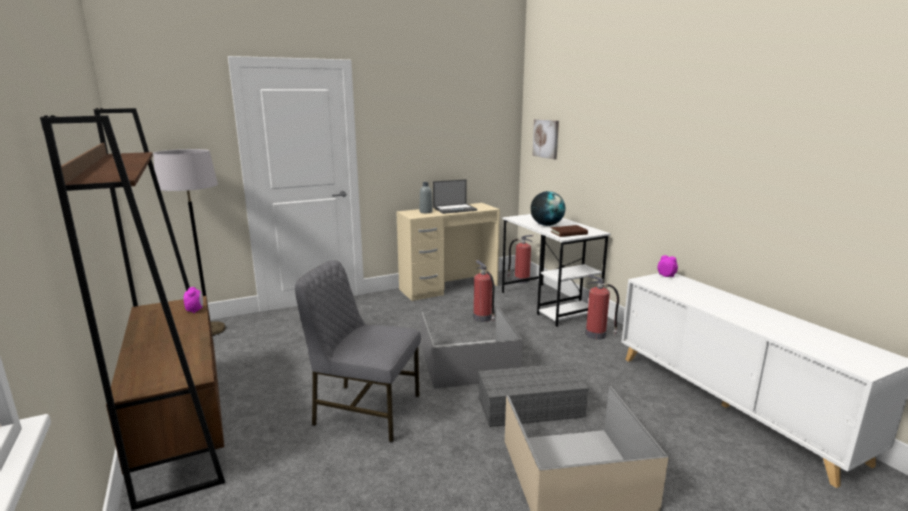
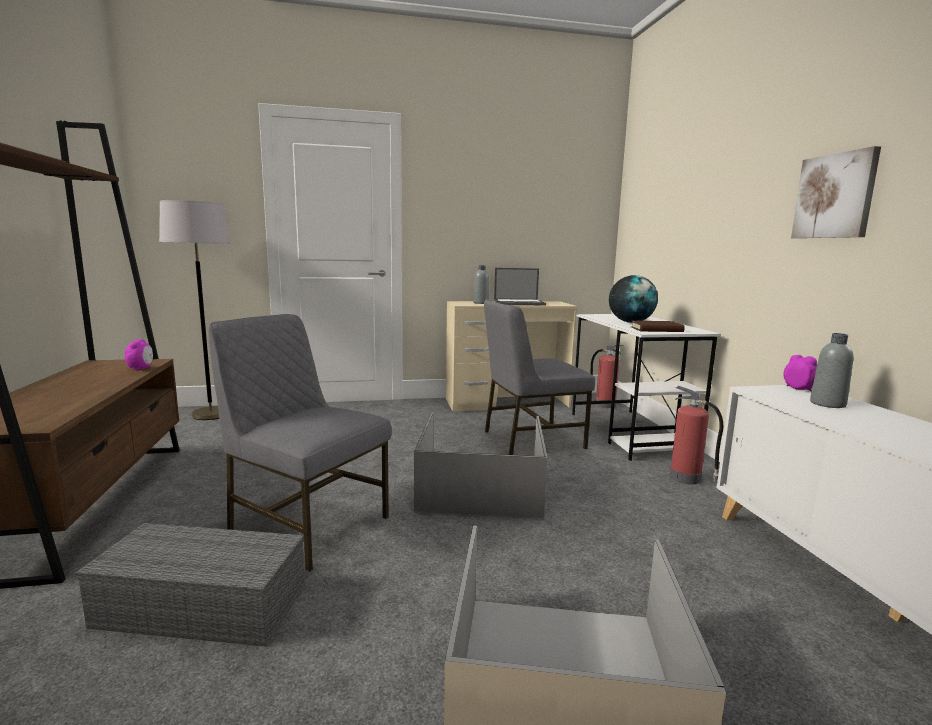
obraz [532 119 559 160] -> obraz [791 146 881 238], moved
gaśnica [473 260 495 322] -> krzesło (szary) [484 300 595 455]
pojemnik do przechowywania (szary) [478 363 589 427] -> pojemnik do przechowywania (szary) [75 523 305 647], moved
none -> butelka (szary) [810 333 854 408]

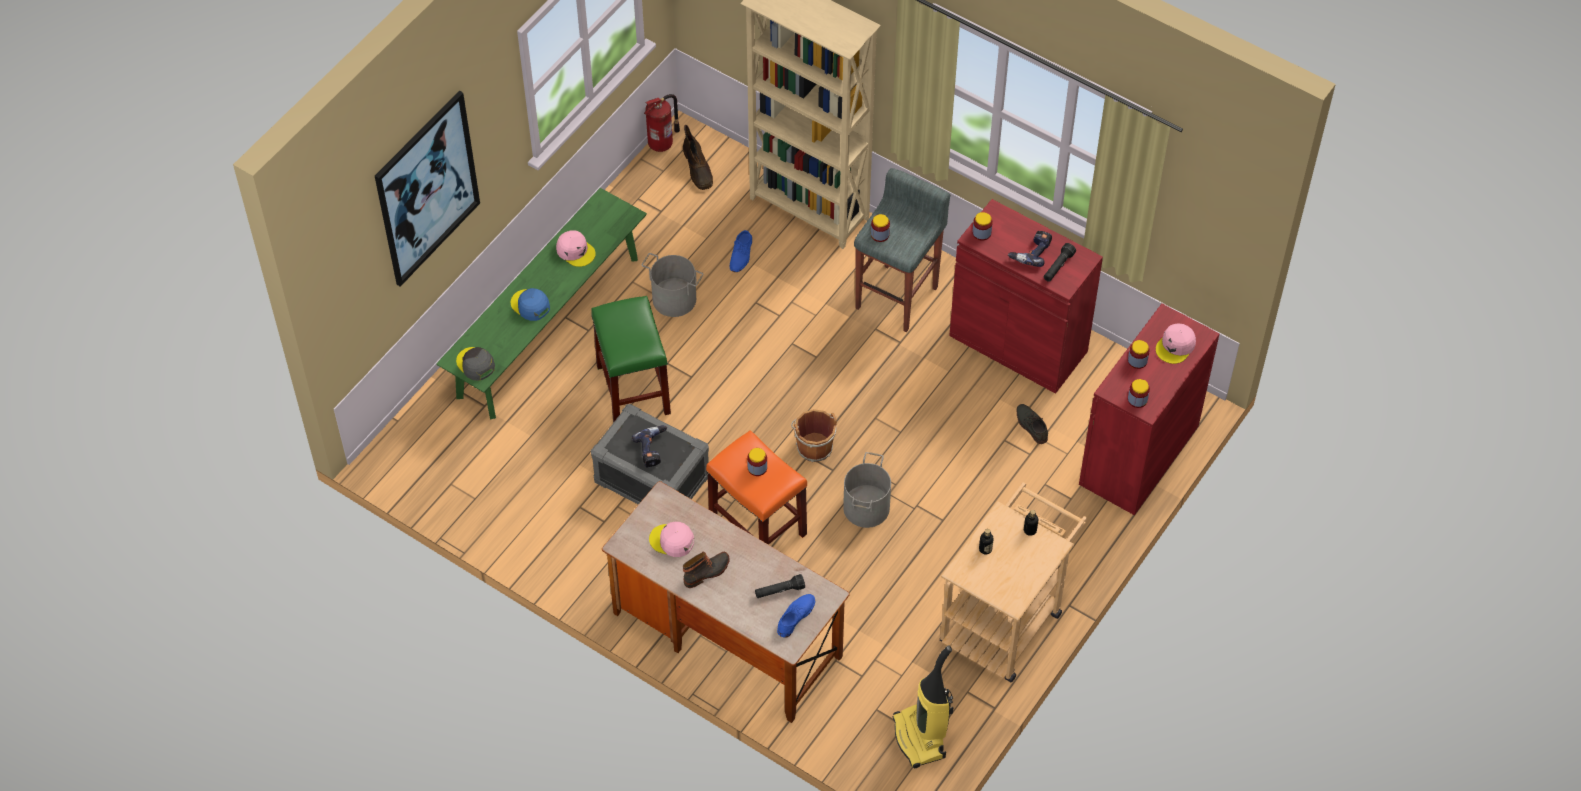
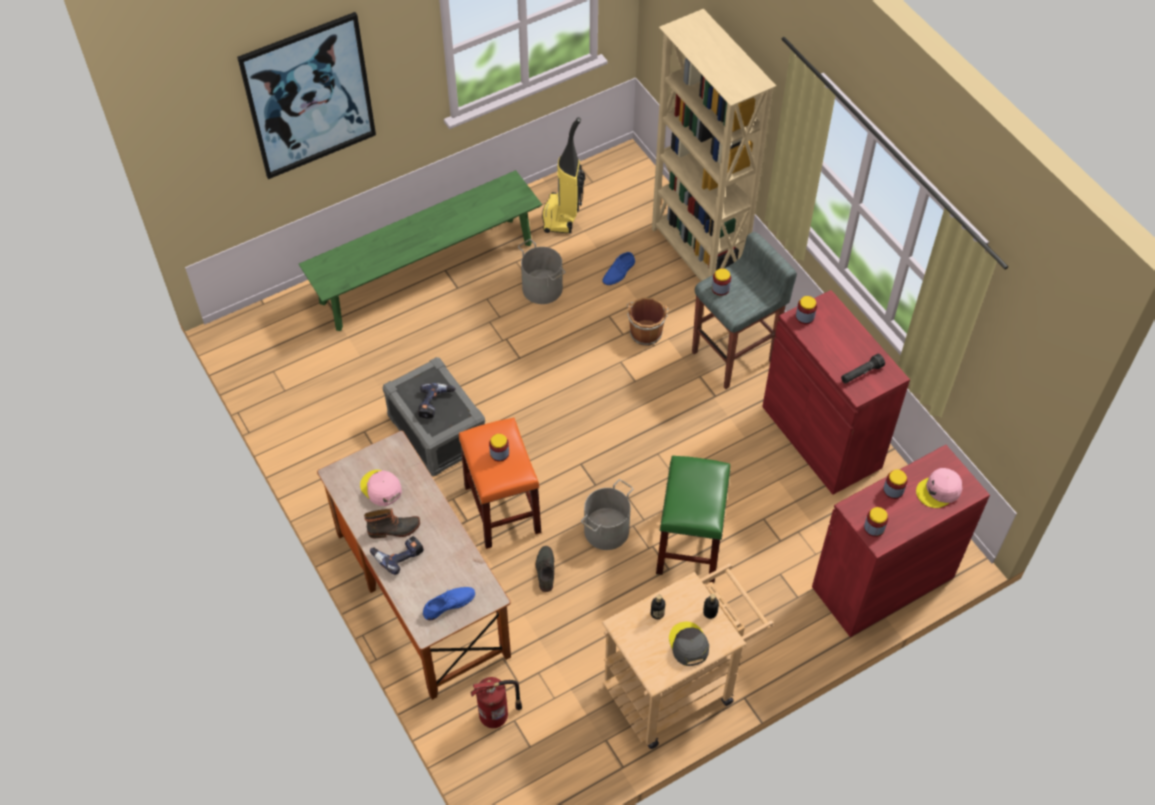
gaśnica [644 94 680 152] -> gaśnica [470 677 522 728], moved
but z cholewką (brązowy) [683 125 713 190] -> none
czapka z daszkiem (różowy) [556 230 596 267] -> none
wiertarka [1008 231 1052 267] -> wiertarka [370 536 424 575], moved
czapka z daszkiem (niebieski) [511 288 550 321] -> none
stołek (zielony) [591 296 671 423] -> stołek (zielony) [656 455 730 582], moved
czapka z daszkiem (szary) [456 347 495 381] -> czapka z daszkiem (szary) [669 622 709 666], moved
but (szary) [1016 404 1048 444] -> but (szary) [536 546 555 592], moved
wiadro (brązowy) [791 409 837 462] -> wiadro (brązowy) [627 297 669 346], moved
latarka (czarny) [755 574 805 598] -> none
odkurzacz [893 645 954 768] -> odkurzacz [542 117 585 233], moved

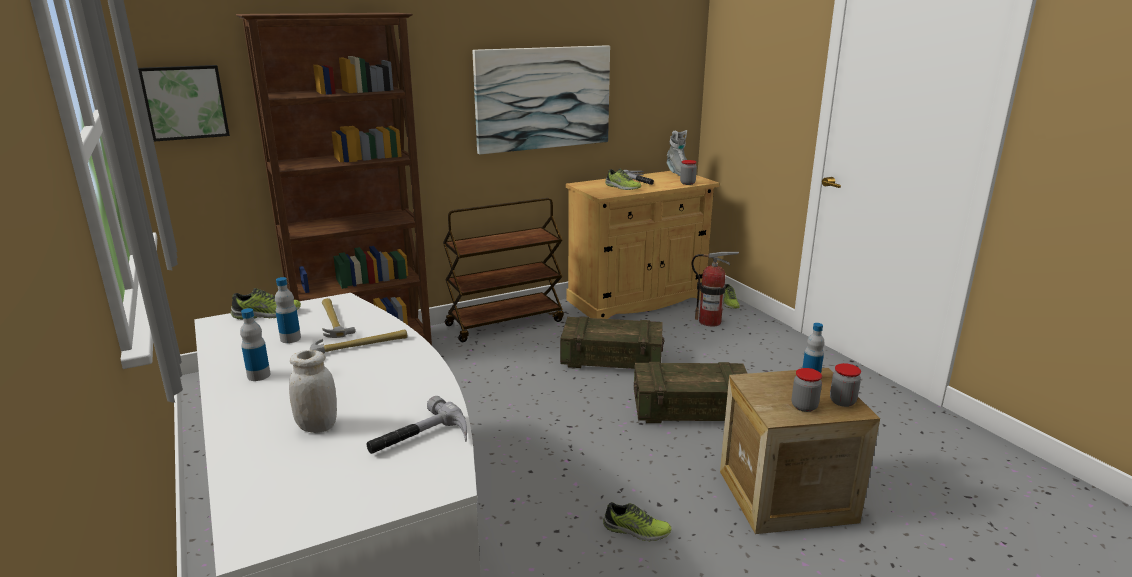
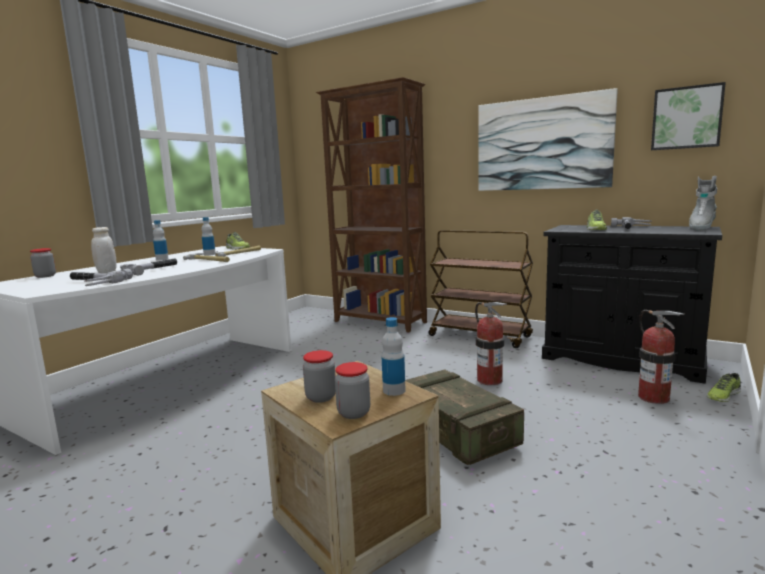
obraz [138 65 230 142] -> obraz [651 82 726 150], moved
słoik [680 160 697 185] -> słoik [30 248 56 278], moved
szafka (beżowy) [566 171 720 319] -> szafka (czarny) [542 225 722 384]
skrzynka [560 316 664 369] -> gaśnica [475 302 507 385]
but [603 502 671 541] -> none
none -> młotek [120 258 177 275]

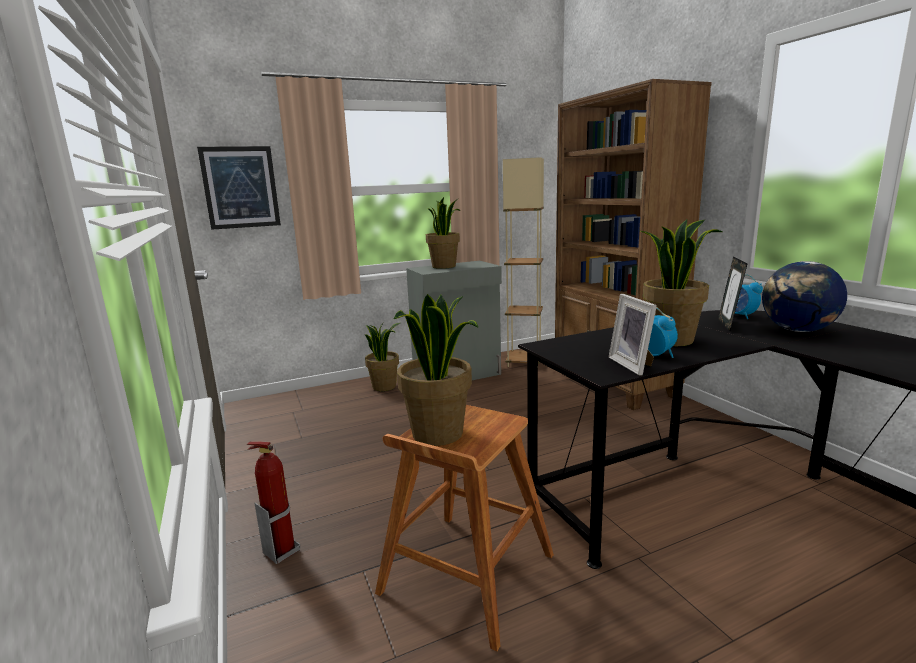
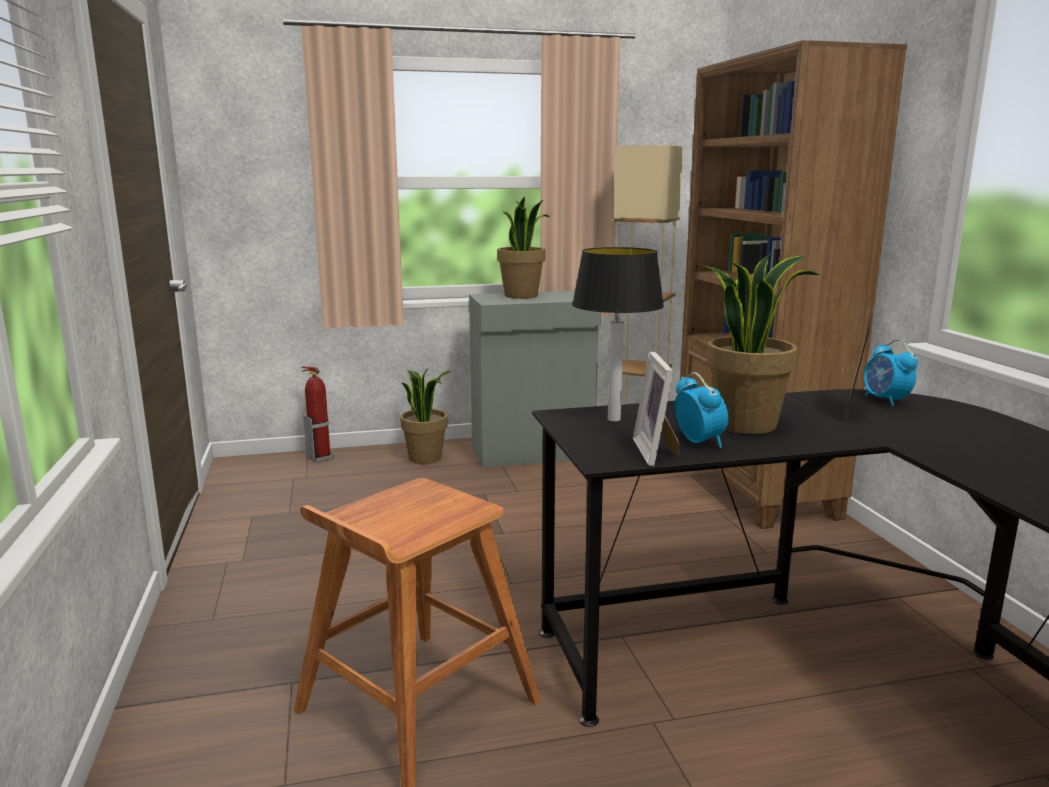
obraz [197 146 281 230] -> none
globus [762 261 847 332] -> none
roślina doniczkowa [394 294 479 446] -> none
gaśnica [247 441 300 564] -> gaśnica [301 366 334 463], moved
none -> lampa stołowa [572 247 664 421]

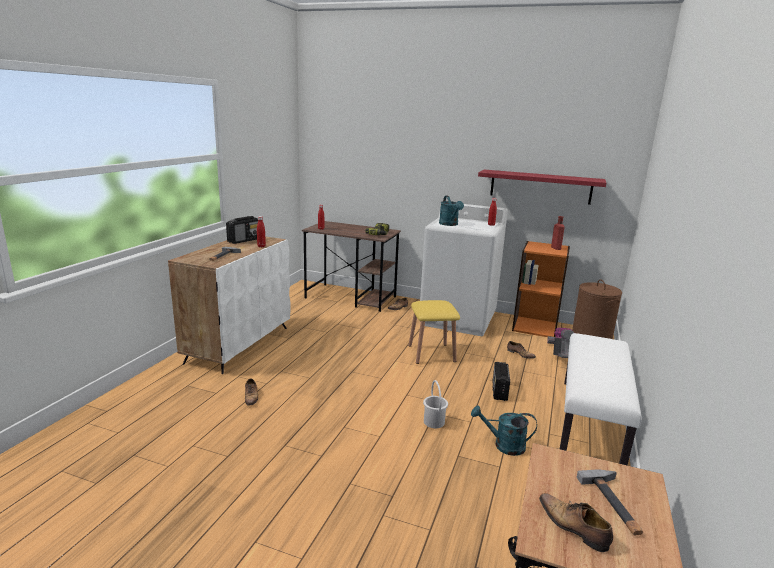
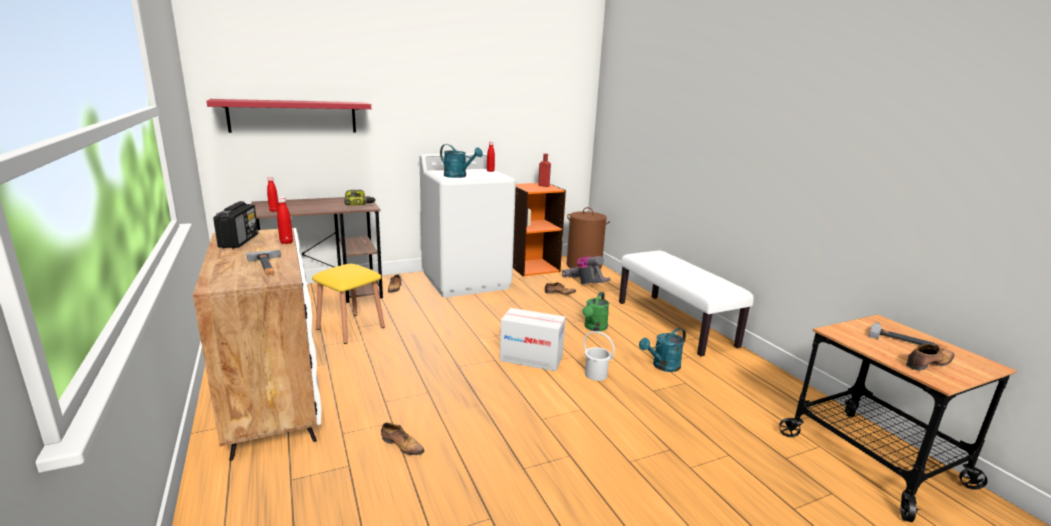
półka (czerwony) [478 170 606 205] -> półka (czerwony) [206 99 371 133], moved
stołek (żółty) [409 300 460 364] -> stołek (żółty) [312 264 385 344], moved
radio [492 362 510 401] -> konewka (zielony) [582 292 609 331]
but [539 493 613 552] -> but [906 344 954 370], 150 degrees clockwise
none -> karton [500 308 566 371]

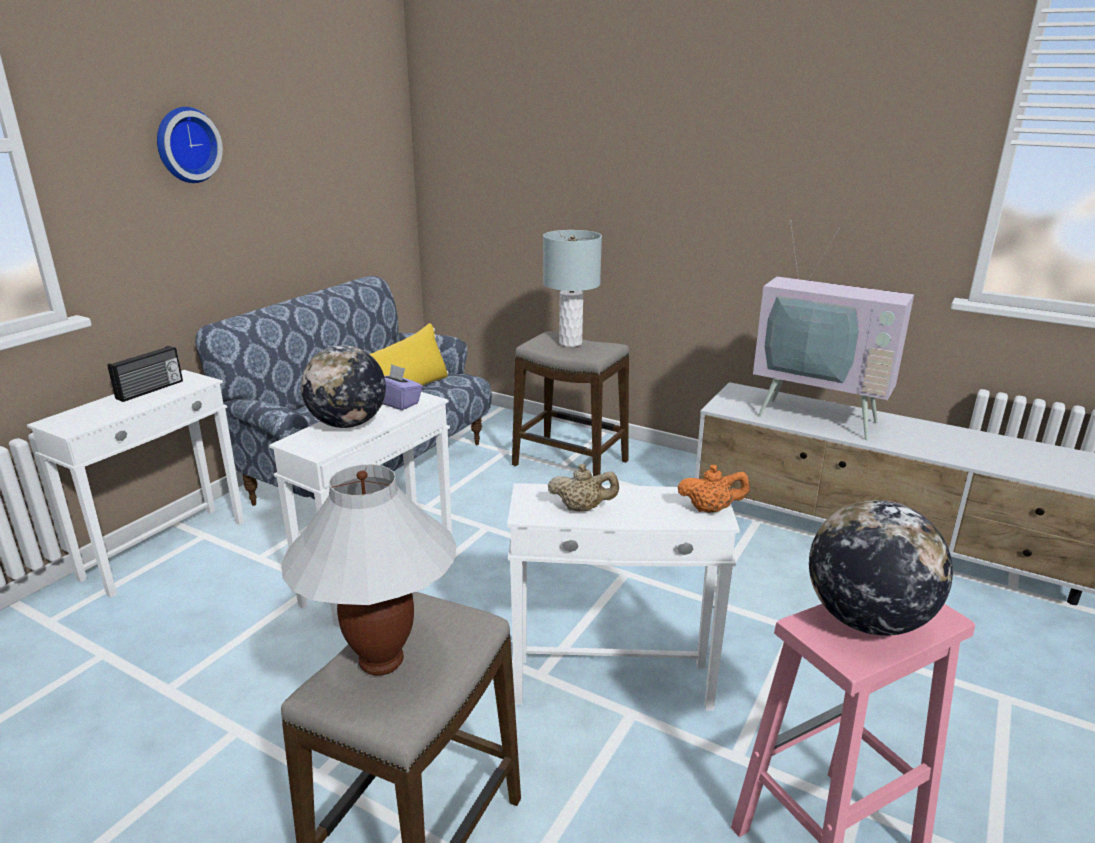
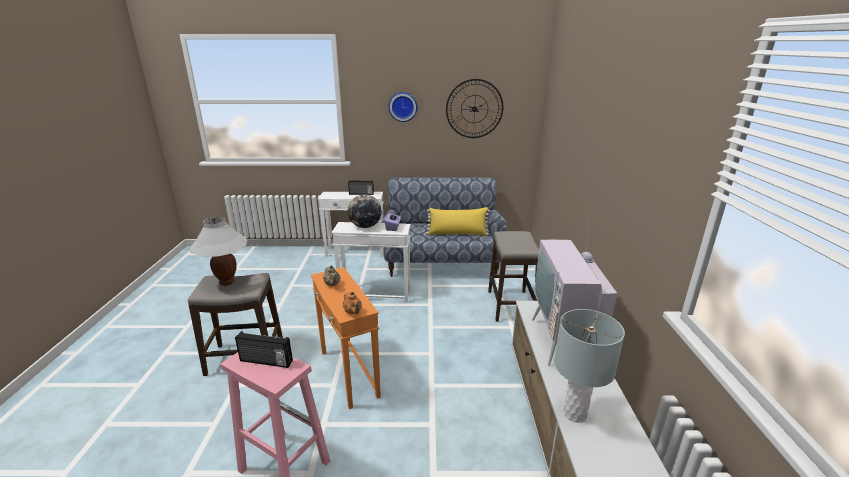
lampa stołowa (szary) [543 230 602 347] -> lampa stołowa (szary) [554 309 625 423], moved
stolik (biały) [507 483 740 711] -> stolik (pomarańczowy) [311 267 381 409]
globus [809 500 953 636] -> radio [235 331 293 368]
none -> zegar ścienny [446 79 503 138]

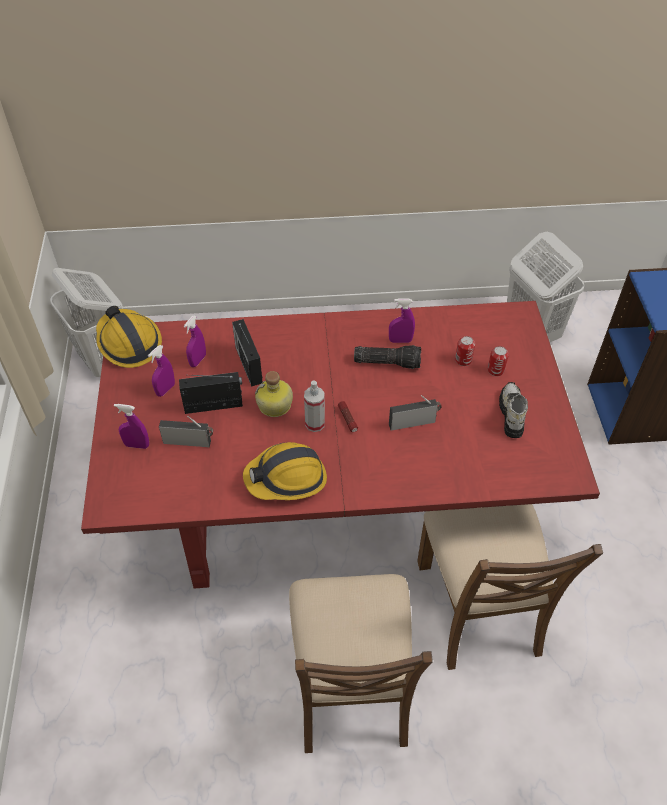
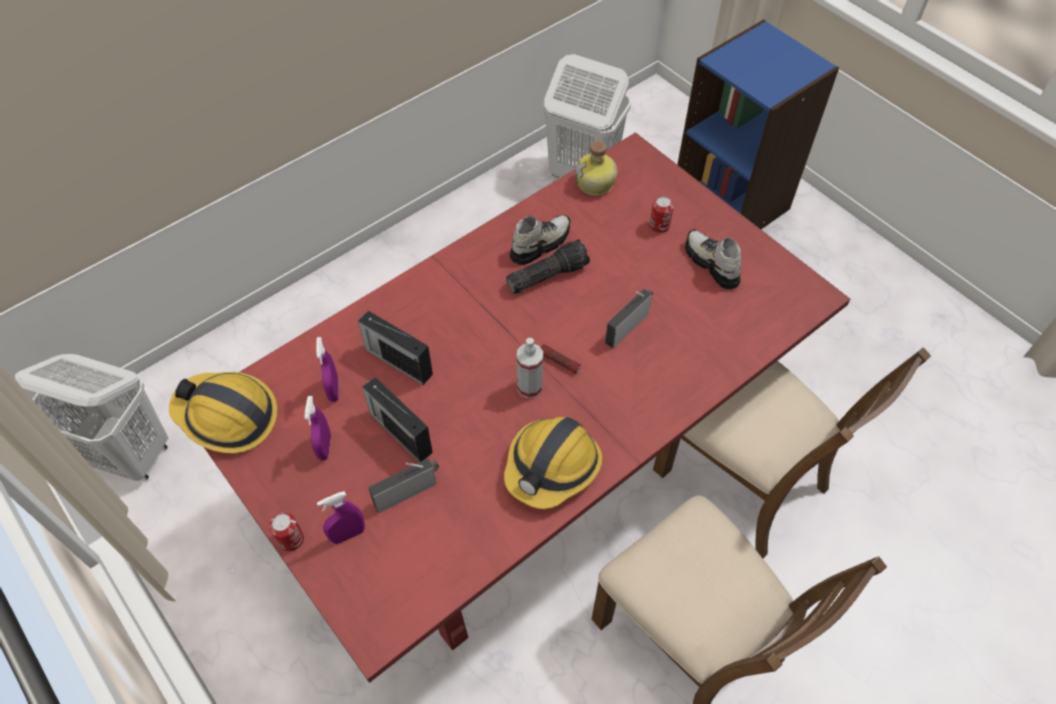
spryskiwacz (fioletowy) [389 298 415 343] -> but [510 215 571 265]
puszka [455 336 475 366] -> puszka [269 512 304 551], moved
butelka [255 371 293 417] -> butelka [575 141 617 195], moved
radio [179 372 243 414] -> radio [362 377 433 462], 90 degrees counterclockwise

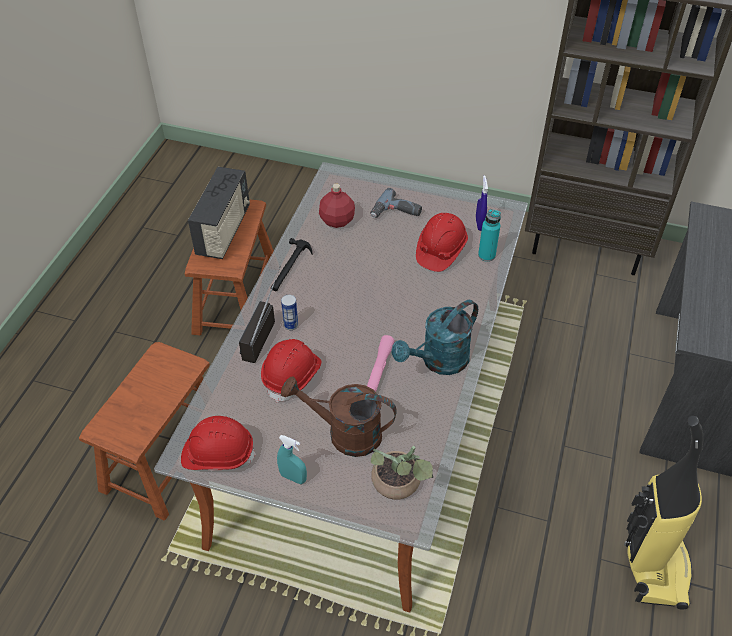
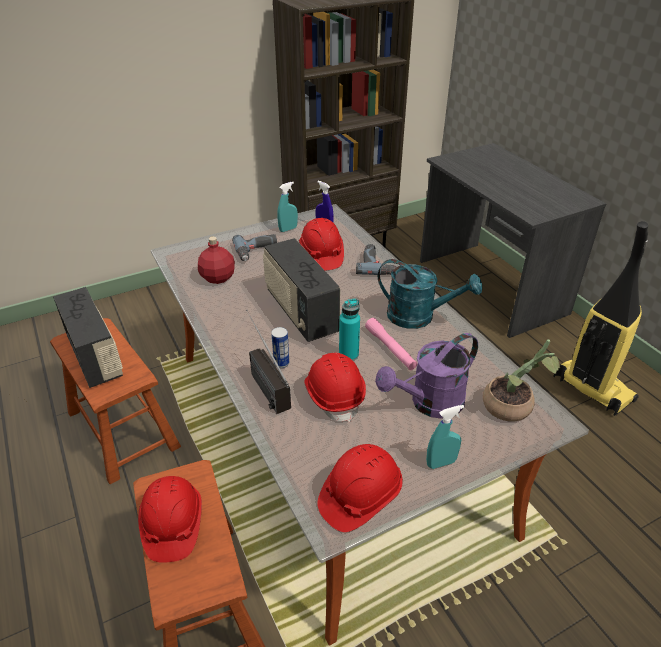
butelka (turkusowy) [478 209 501 262] -> butelka (turkusowy) [339 299 360 361], moved
młotek [271 238 313 291] -> none
konewka (turkusowy) [392 300 478 375] -> konewka (turkusowy) [378 259 482 329], 75 degrees counterclockwise
konewka (brązowy) [281 376 397 457] -> konewka (fioletowy) [375 333 478 419]
none -> spryskiwacz (turkusowy) [277 182 298 232]
none -> radio [263 238 340 342]
none -> wiertarka [356 244 396 275]
none -> kask (czerwony) [138 476 202 563]

